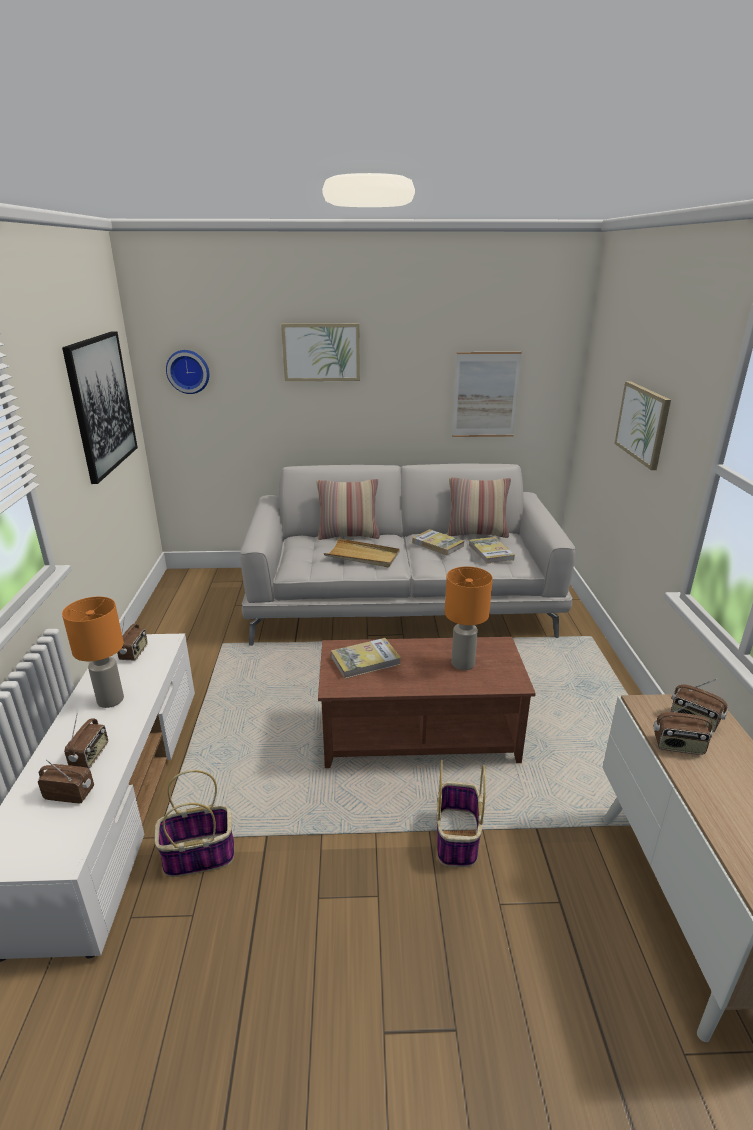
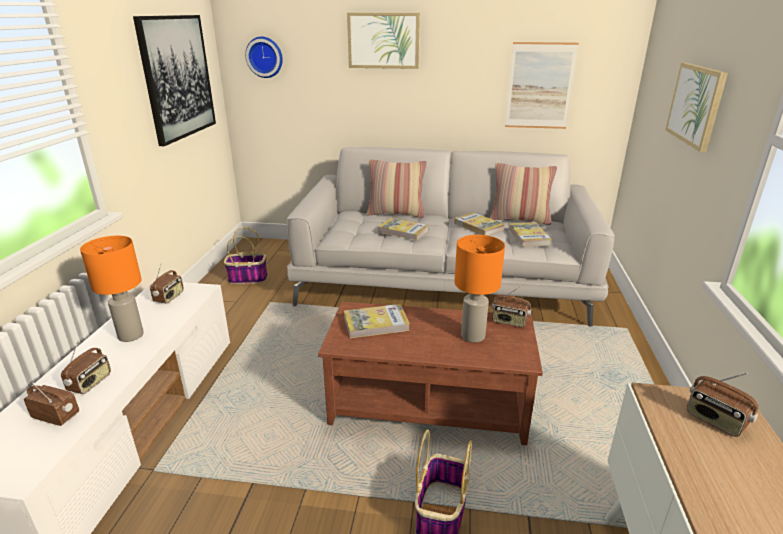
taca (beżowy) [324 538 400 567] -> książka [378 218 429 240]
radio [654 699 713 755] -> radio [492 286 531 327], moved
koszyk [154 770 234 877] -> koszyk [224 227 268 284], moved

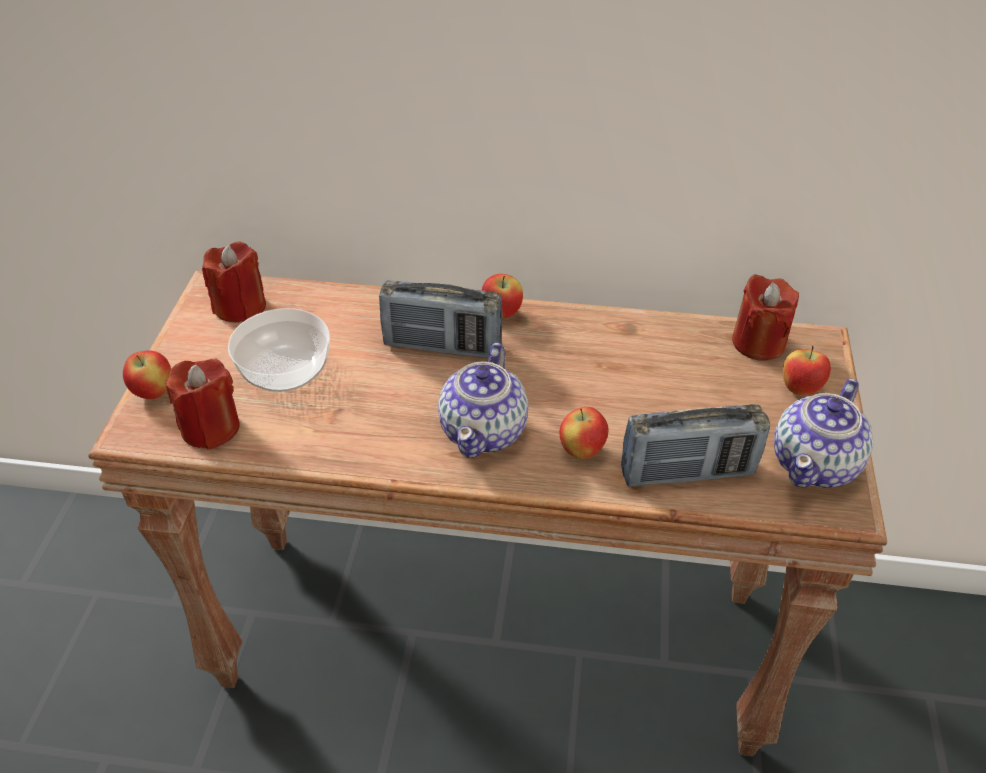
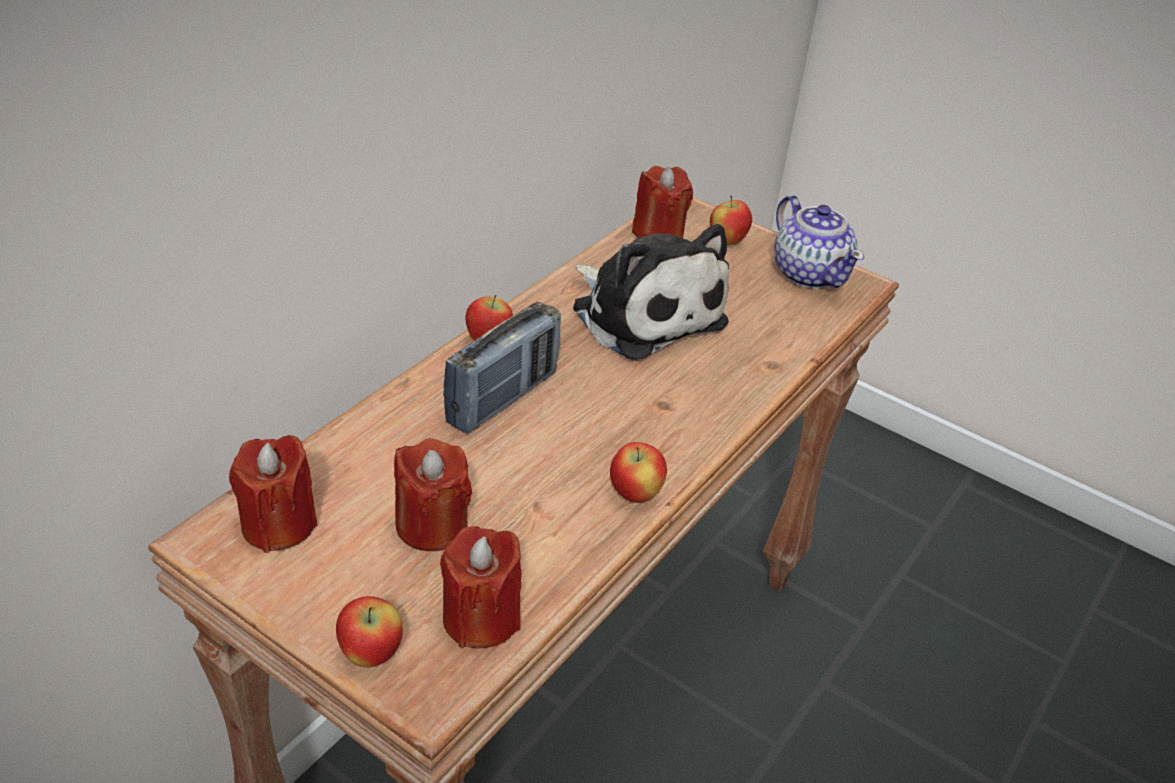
miska [228 308 330 392] -> świeca (czerwony) [394 438 472 551]
imbryk [438 342 528 458] -> none
radio [621 404 770 486] -> none
jabłko [559 407 609 459] -> jabłko [610 442 667 503], moved
none -> pluszak [573 224 729 361]

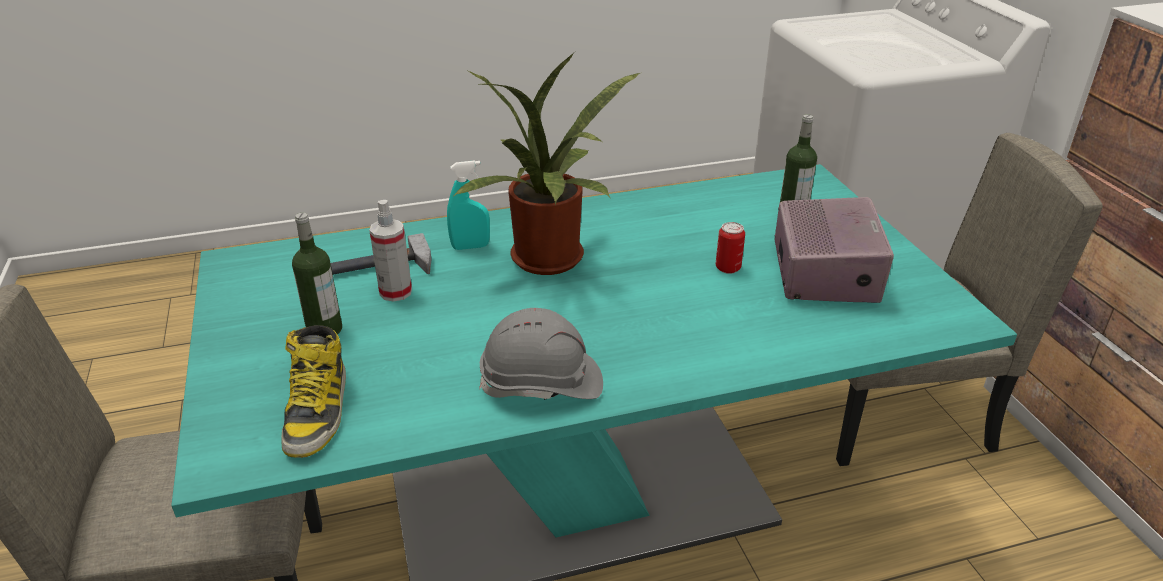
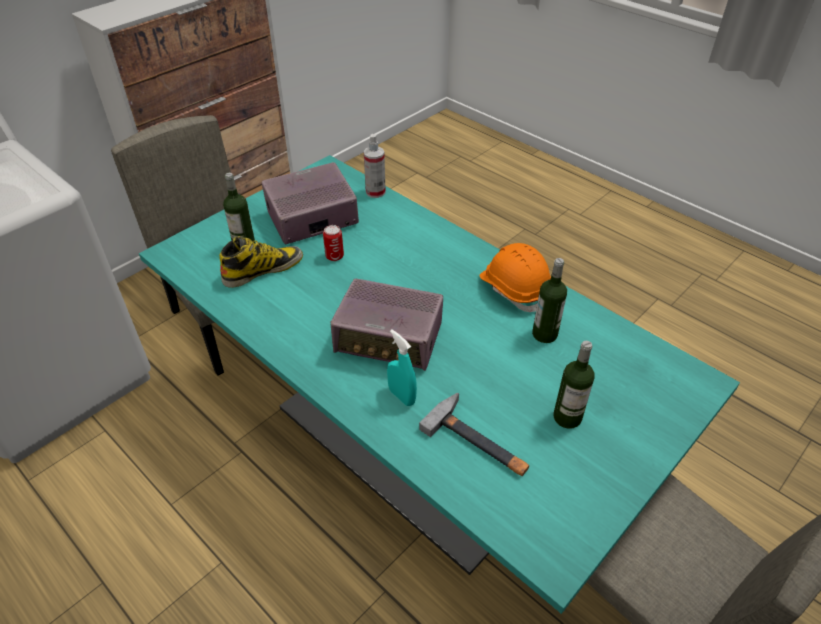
roślina doniczkowa [453 52 640 275] -> radio [331 279 443 371]
spryskiwacz [369 200 412 302] -> spryskiwacz [364 134 386 198], moved
kask (szary) [479 308 603 400] -> kask (pomarańczowy) [479 243 551 312]
but z cholewką [281 325 346 458] -> but z cholewką [219 236 303 288], moved
none -> butelka [532 258 567 343]

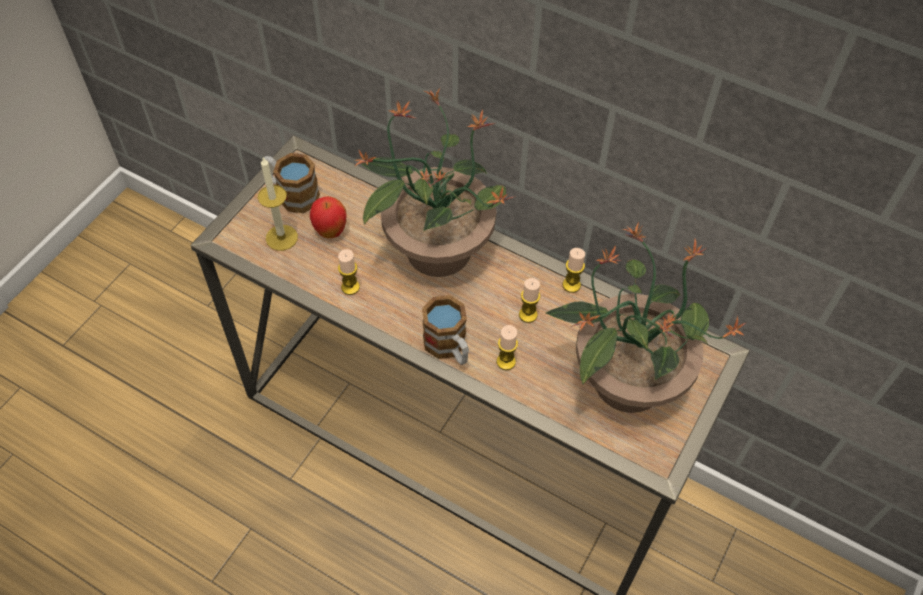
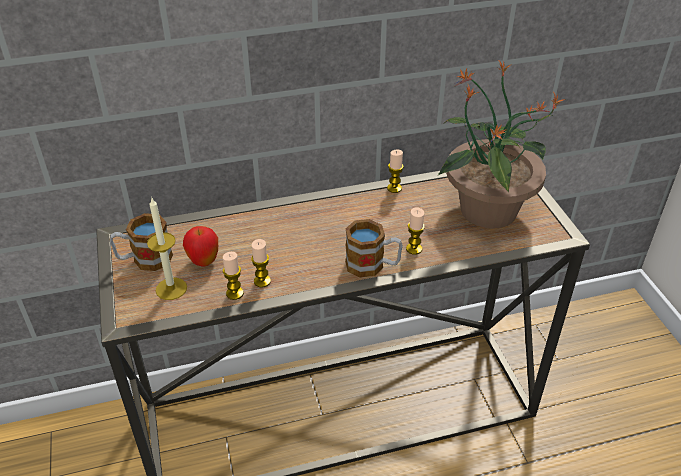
roślina doniczkowa [354 88 516 277] -> none
świeca [519 278 541 323] -> świeca [223 252 244 300], moved

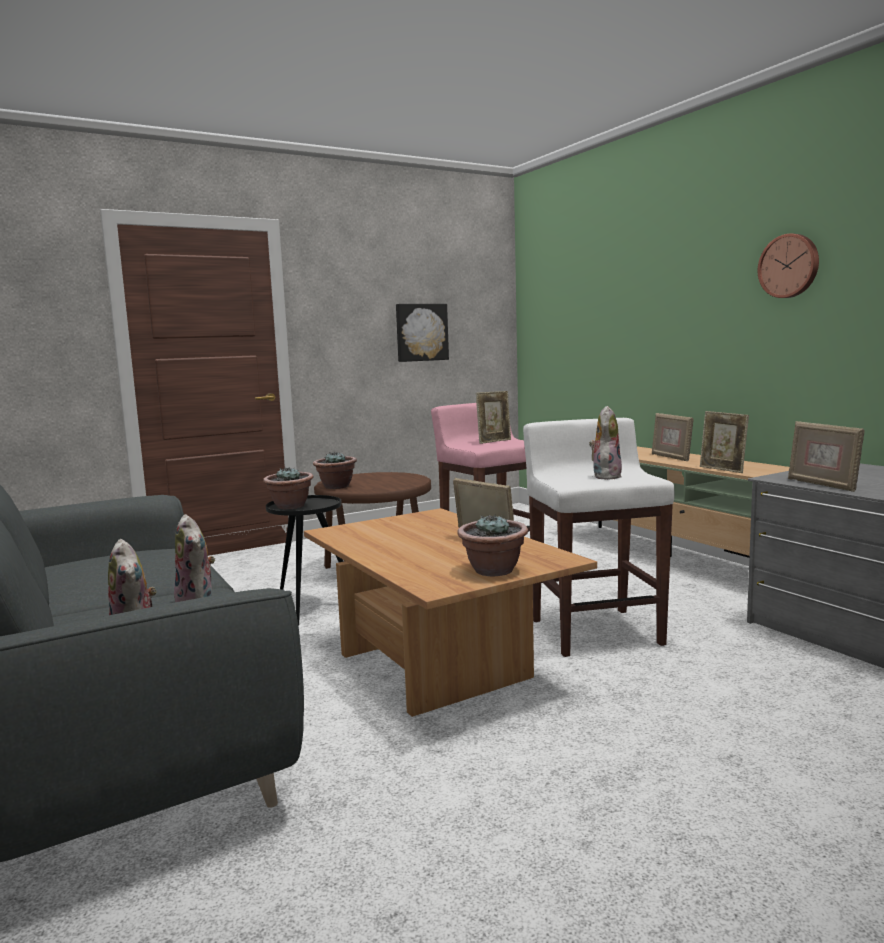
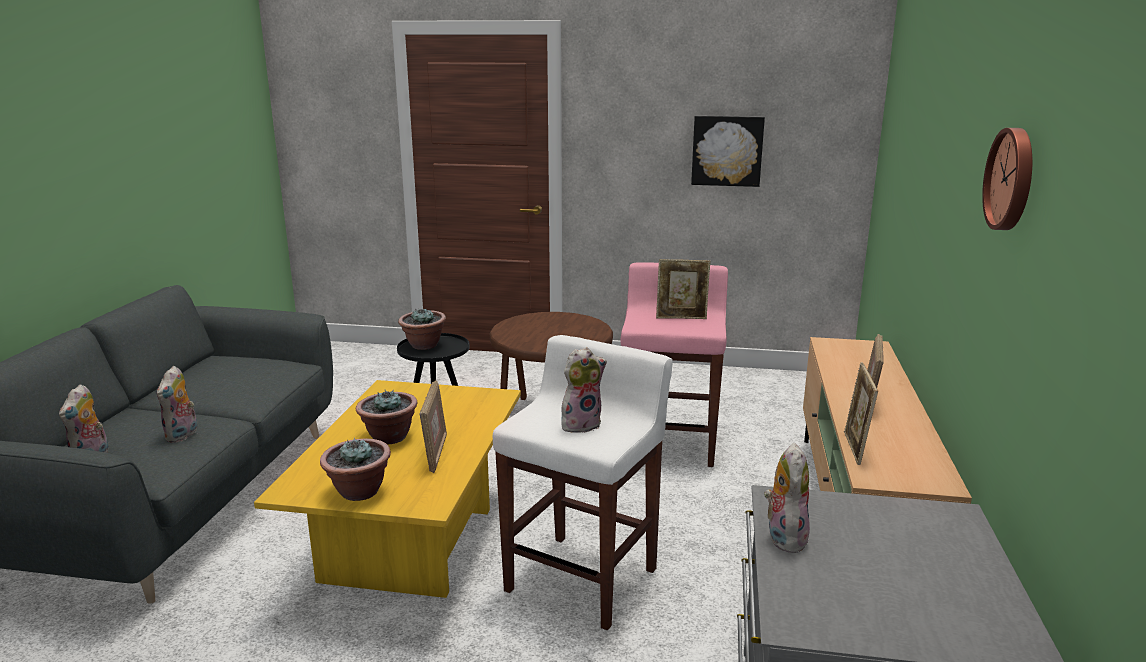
ramka na zdjęcie [788 421 864 492] -> pluszak [764 443 810 553]
roślina doniczkowa [313 452 357 489] -> roślina doniczkowa [356 389 417 445], moved
ława (brązowy) [304 508 597 717] -> ława (żółty) [254 380 521 598]

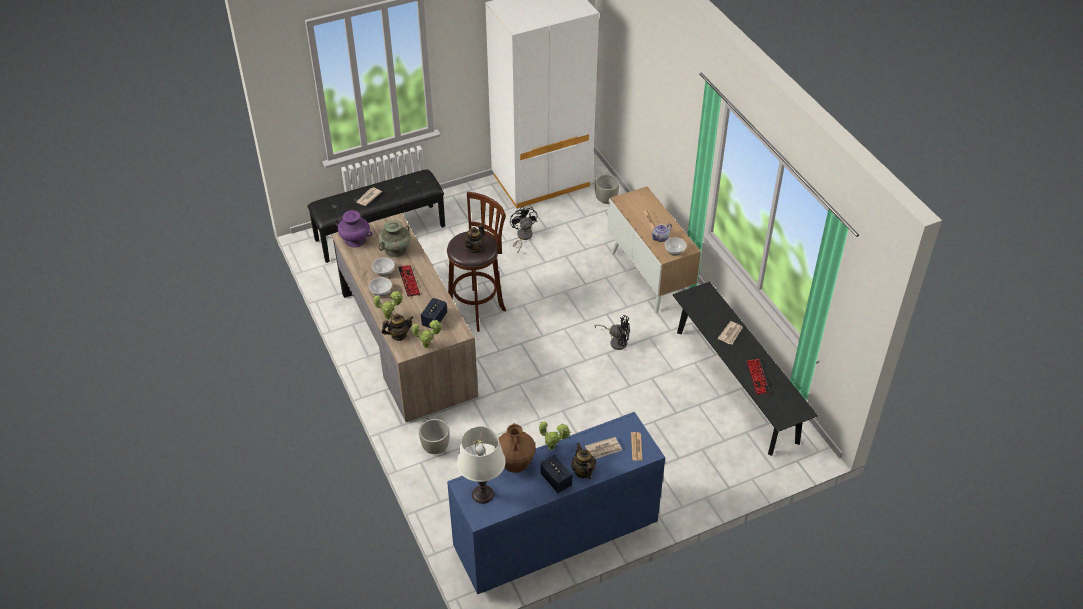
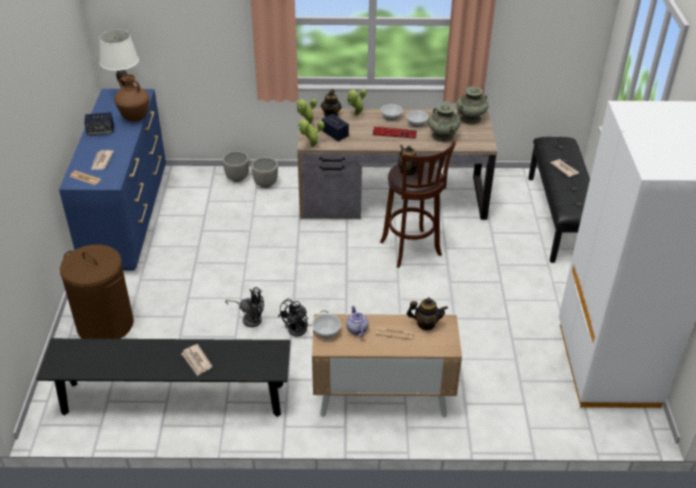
donica (szary) [595 175 620 204] -> donica (szary) [223 151 249 182], moved
wentylator (czarny) [510 206 537 254] -> wentylator (czarny) [225 287 264 327], moved
wazon (fioletowy) [335 210 372 248] -> wazon (turkusowy) [456 87 488 125]
klawiatura [746 359 770 395] -> none
roślina doniczkowa [539 422 571 450] -> roślina doniczkowa [298 119 325 147], moved
imbryk [571 443 596 480] -> imbryk [407 297 448 330], moved
none -> kosz na pranie (brązowy) [60 245 134 339]

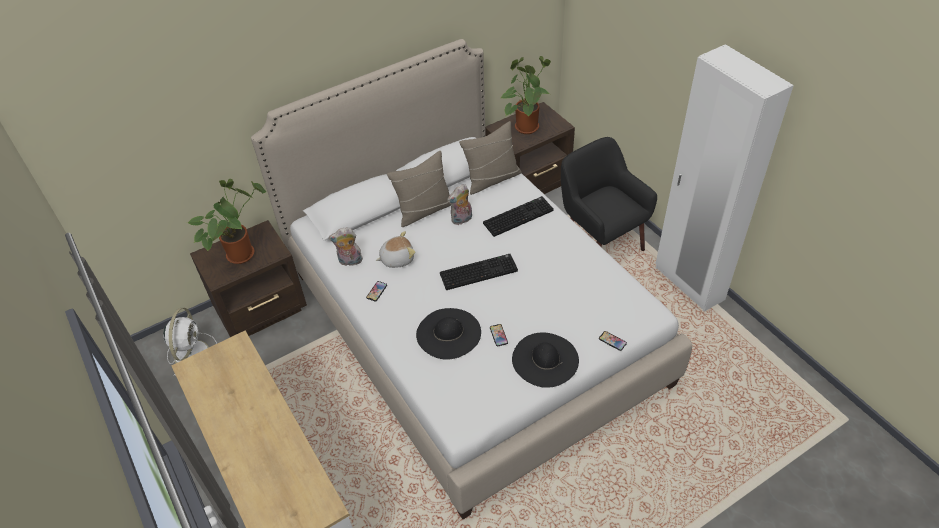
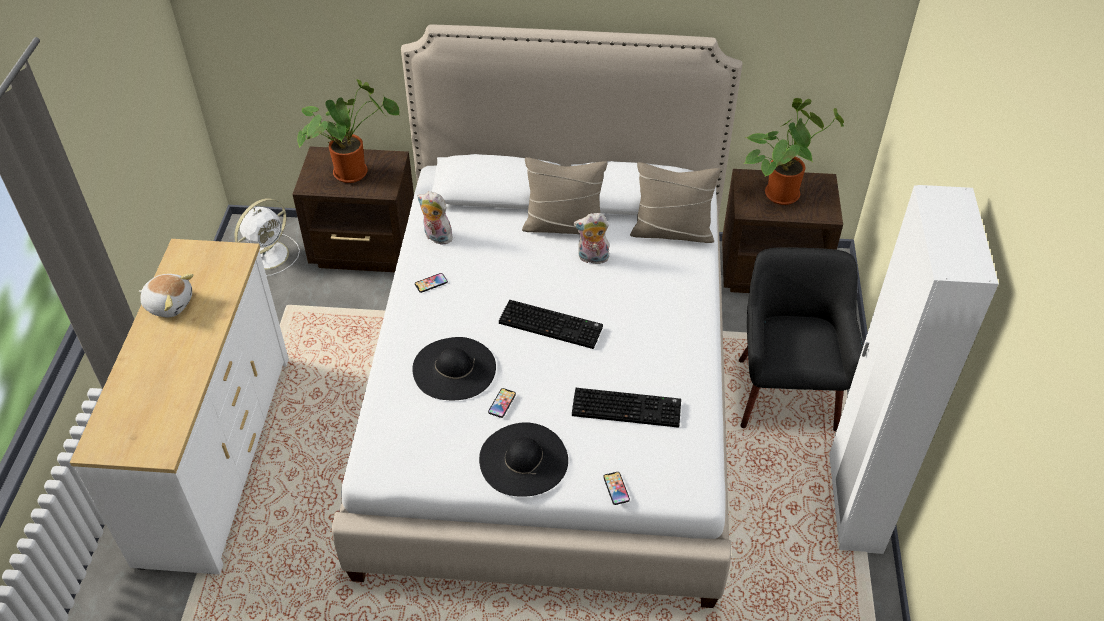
klawiatura [483 196 554 237] -> klawiatura [572 388 681 428], moved
pluszak [376 231 415 268] -> pluszak [139 274 194 317], moved

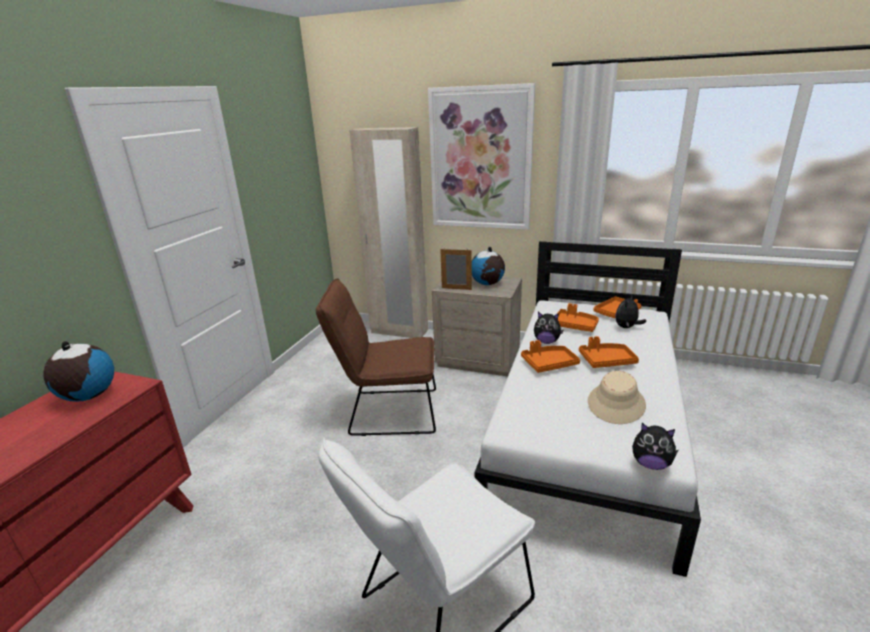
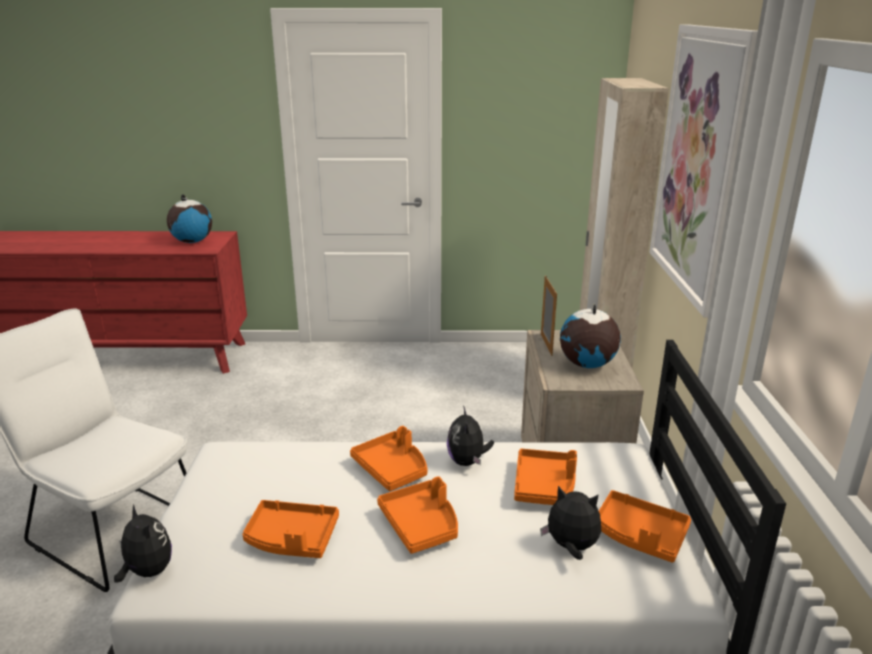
krzesło (brązowy) [316 278 436 436] -> none
kapelusz (beżowy) [588 371 646 424] -> taca (pomarańczowy) [242 500 339 558]
pluszak [632 423 679 470] -> pluszak [114 505 172 583], 135 degrees clockwise

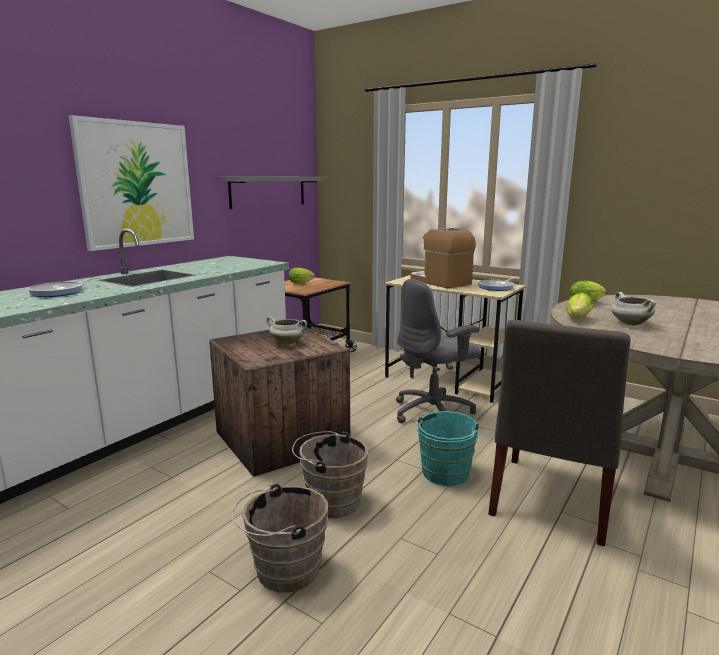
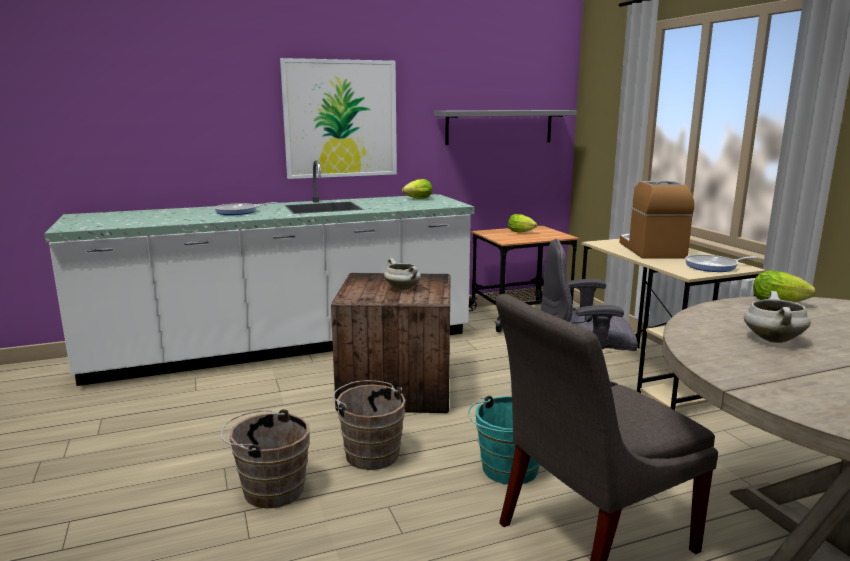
sałata [566 292 594 319] -> sałata [402 179 432 199], moved

